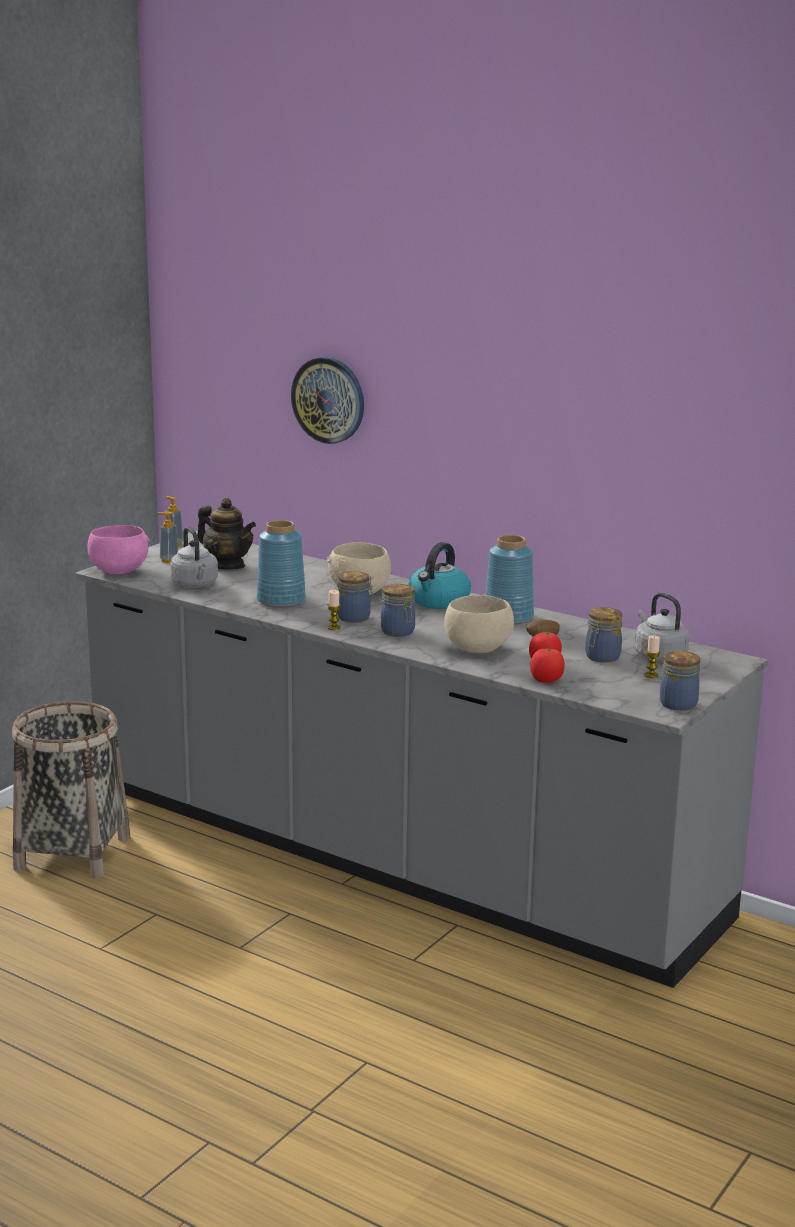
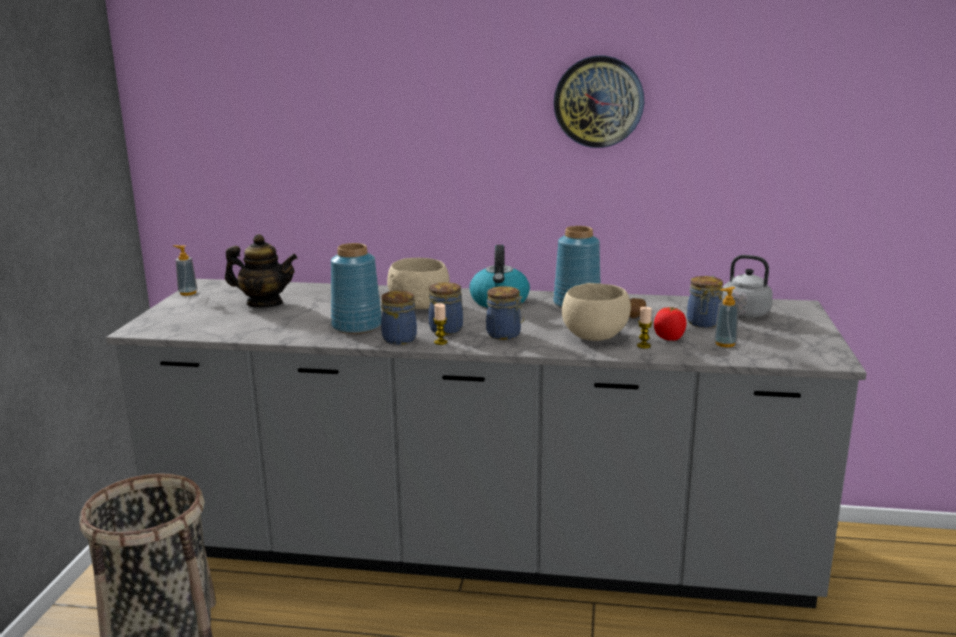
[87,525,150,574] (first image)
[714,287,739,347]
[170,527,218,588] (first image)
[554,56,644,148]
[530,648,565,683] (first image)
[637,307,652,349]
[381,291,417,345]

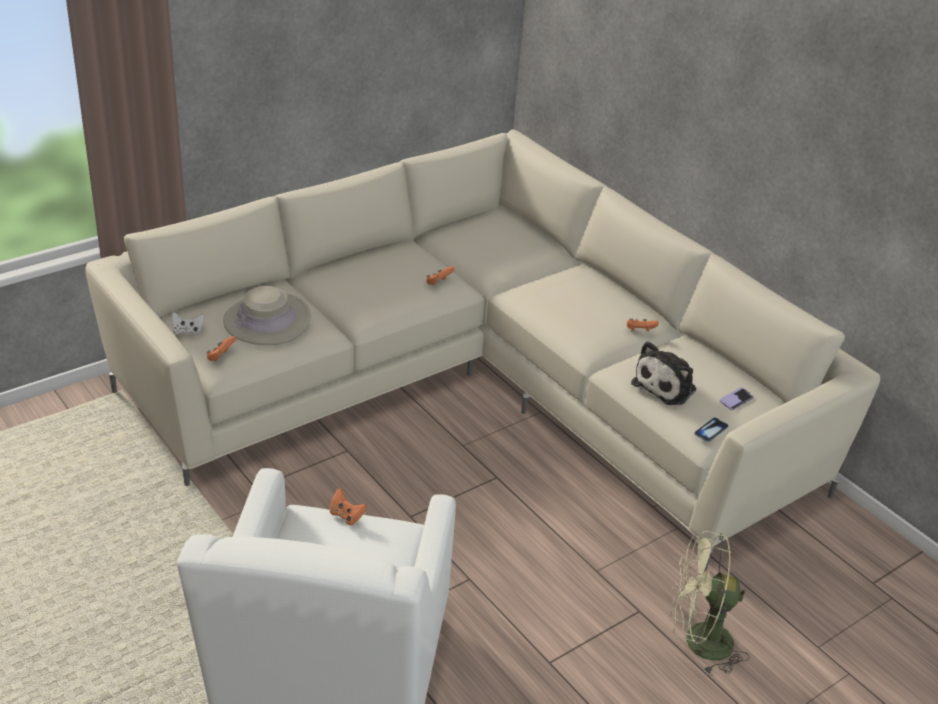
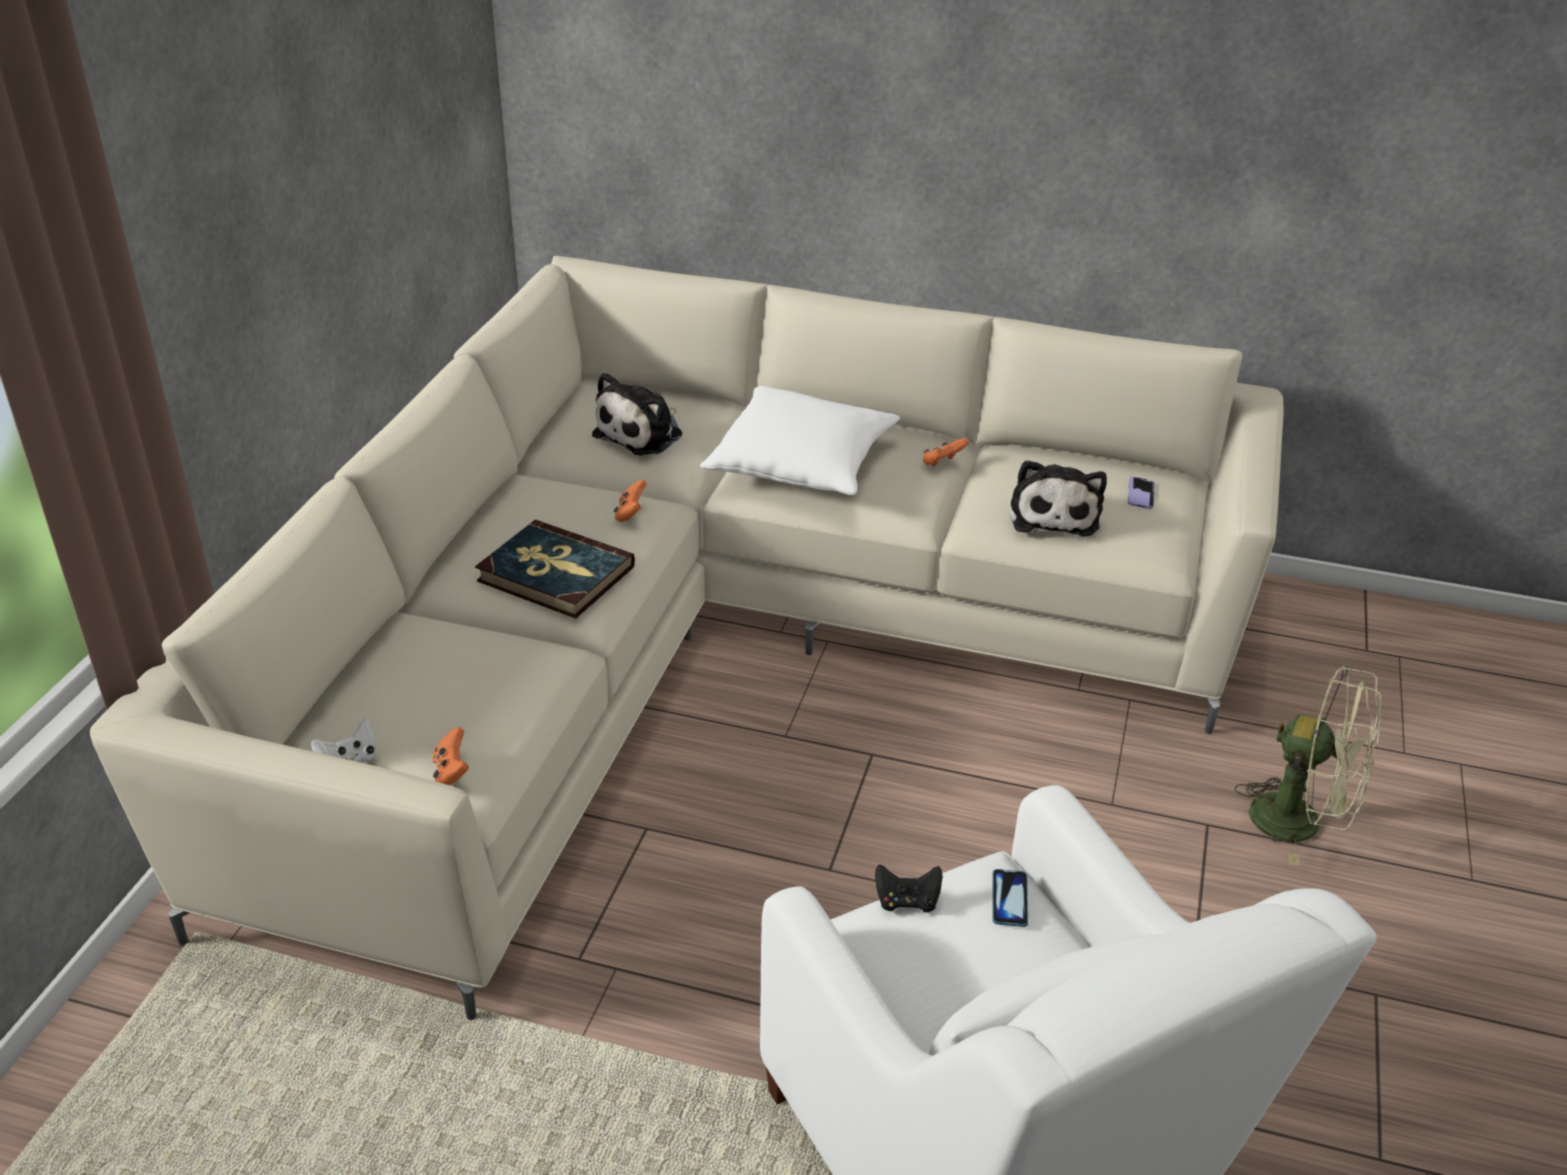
[223,286,311,345] (first image)
[875,864,943,912]
[1234,666,1381,865]
[992,869,1028,927]
[475,520,635,618]
[592,372,682,456]
[700,386,900,495]

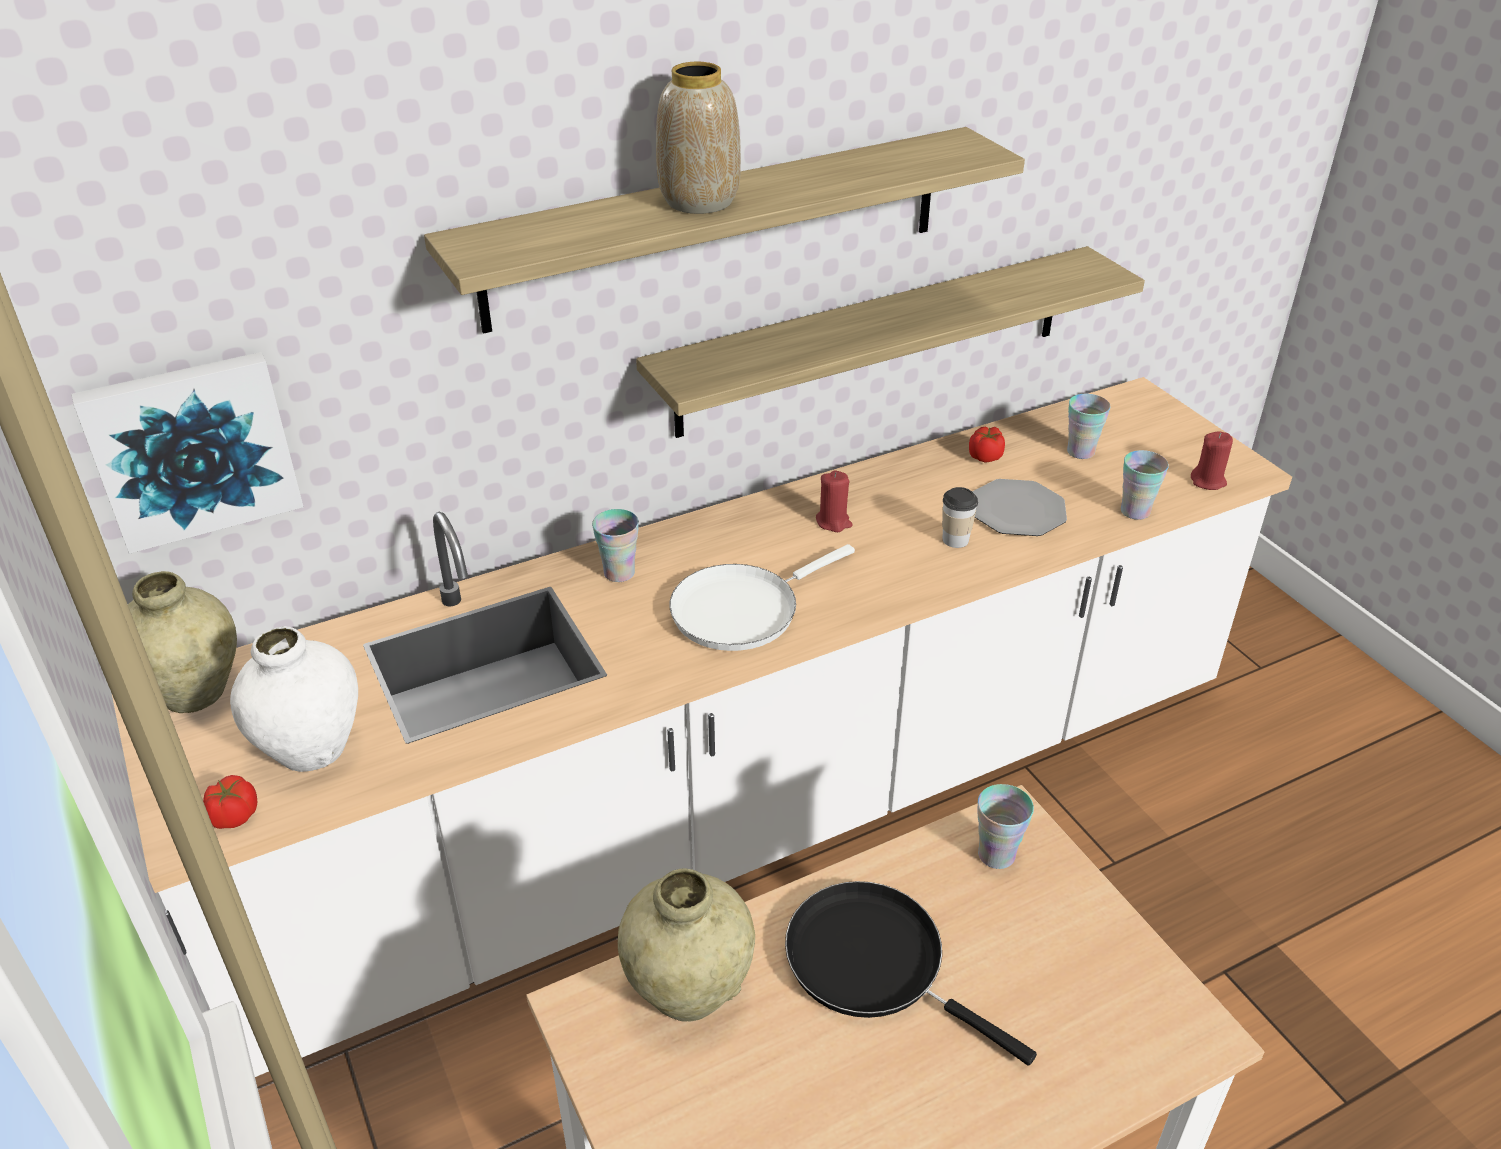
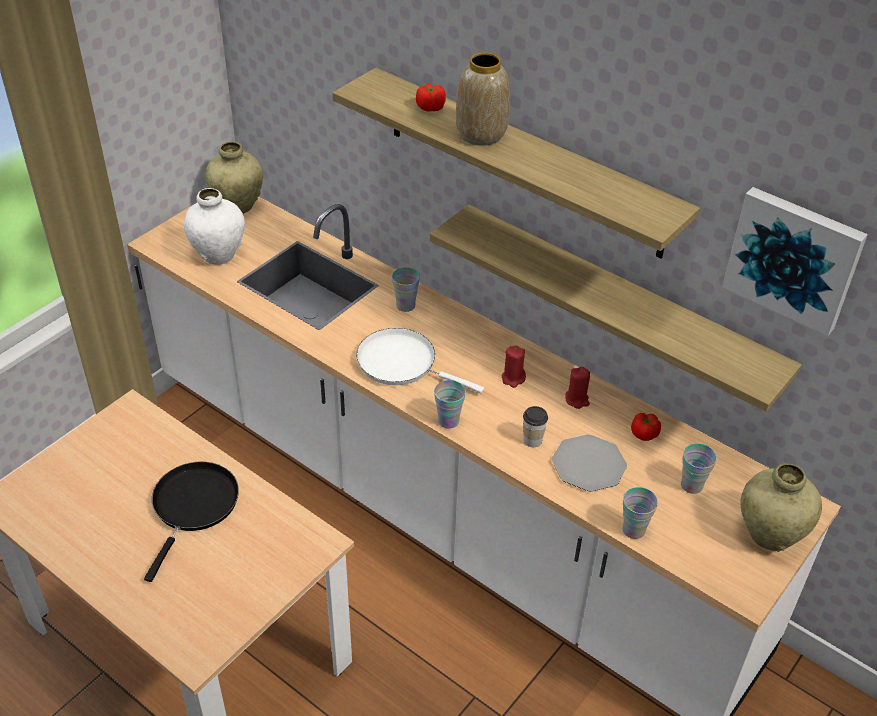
[722,187,868,336]
[416,83,446,111]
[740,464,822,552]
[434,380,466,429]
[565,367,590,409]

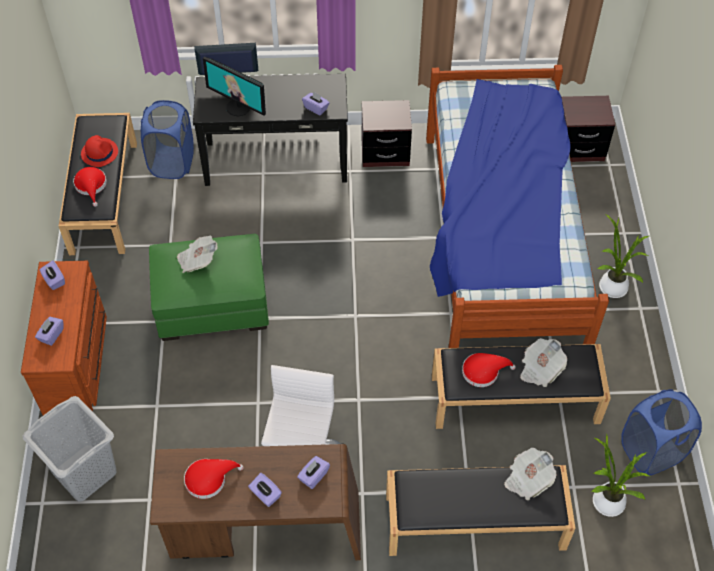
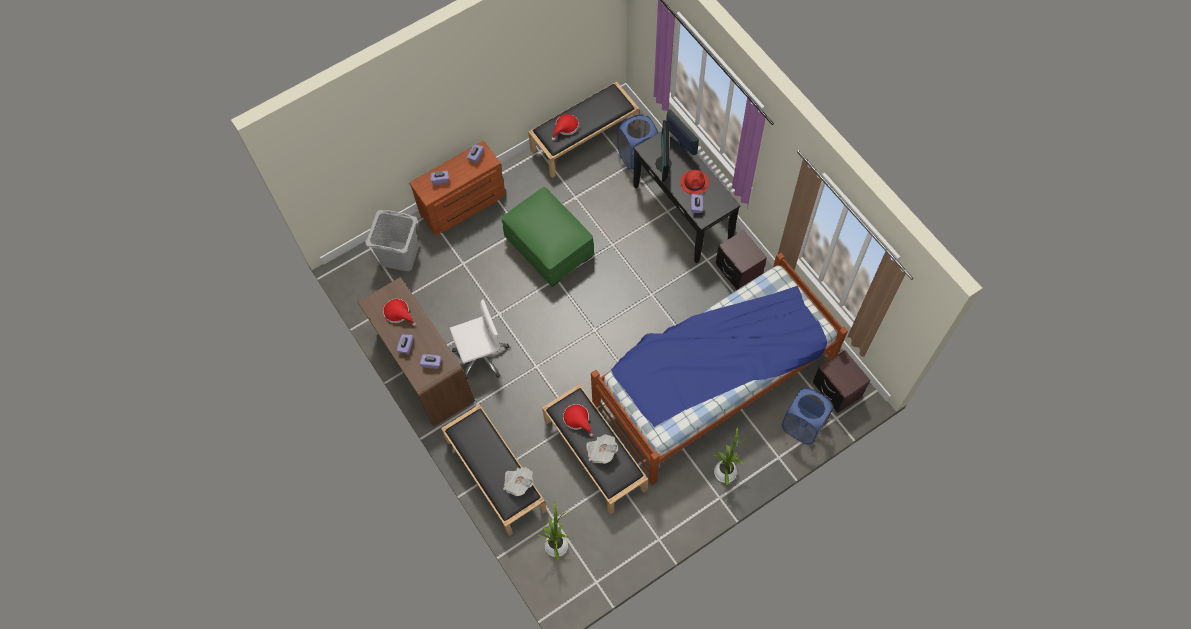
[680,169,709,195]
[177,236,218,273] (first image)
[782,388,834,445]

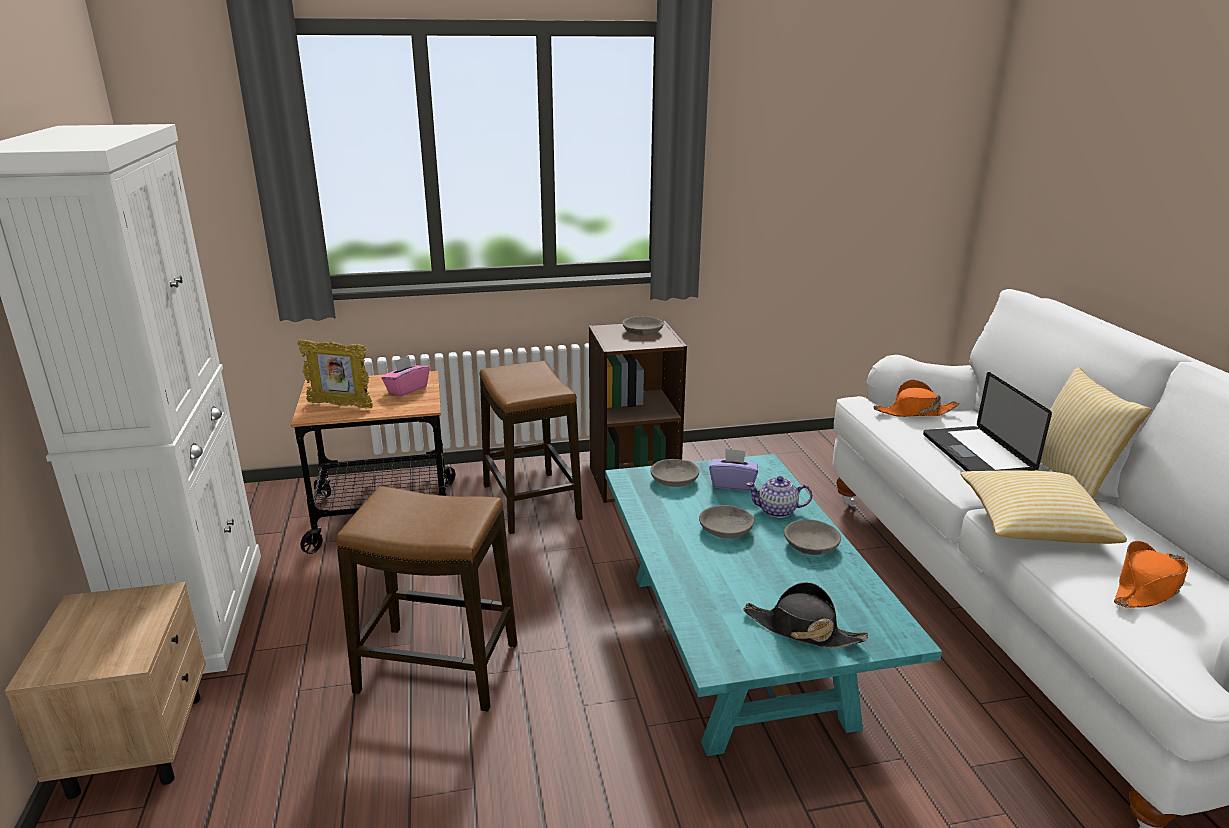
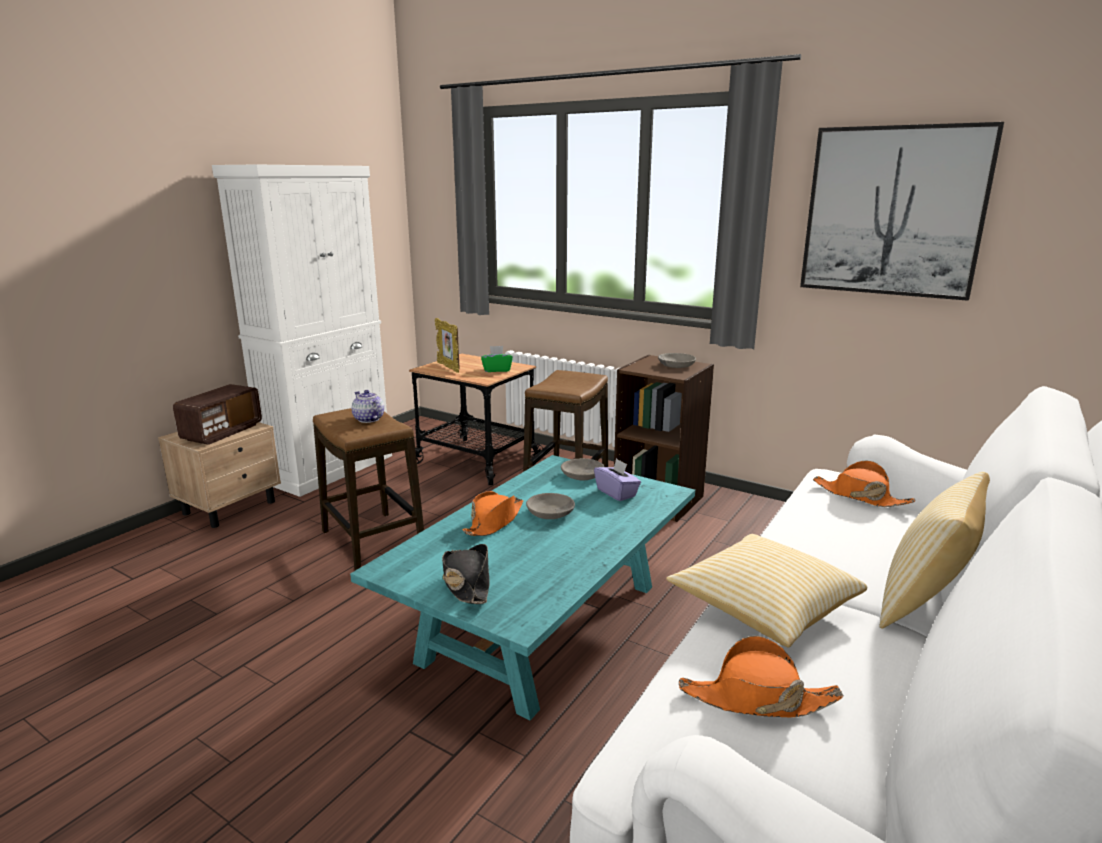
[481,346,513,372]
[352,390,384,423]
[784,519,841,555] (first image)
[923,372,1052,471] (first image)
[173,384,262,445]
[463,491,523,536]
[800,122,1004,301]

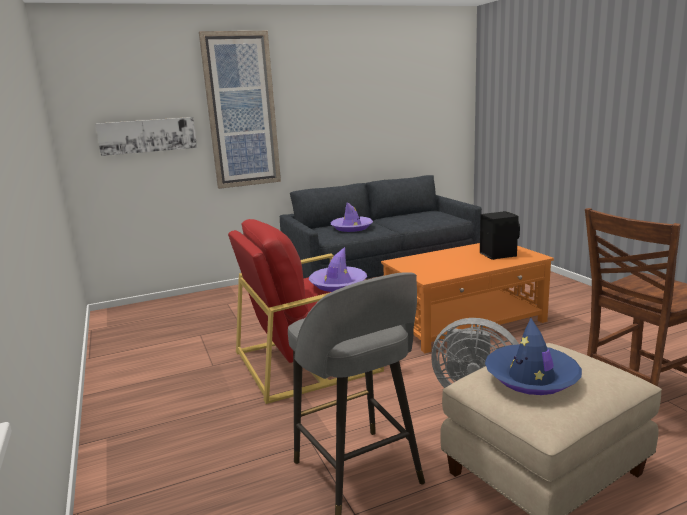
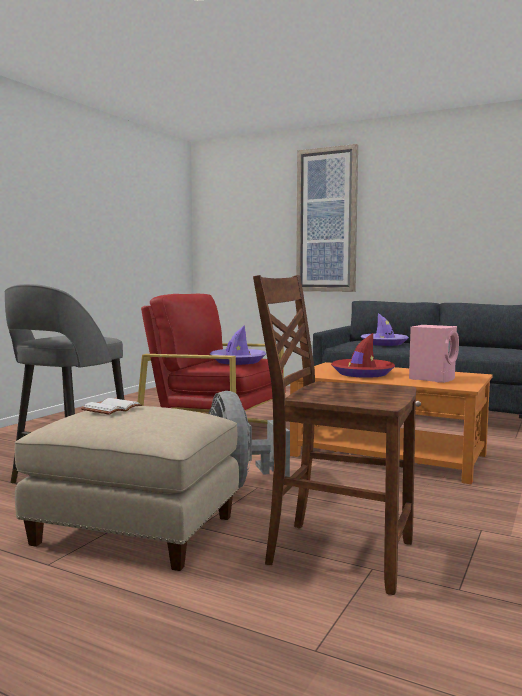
[95,117,197,156] (first image)
[409,325,459,383]
[81,398,142,415]
[331,333,395,378]

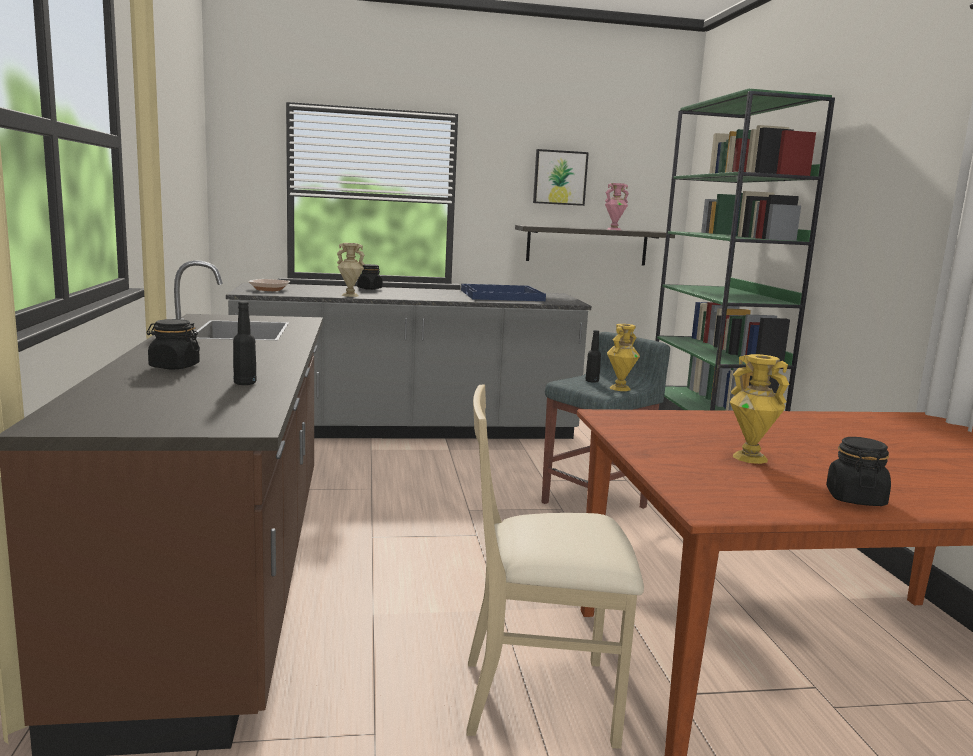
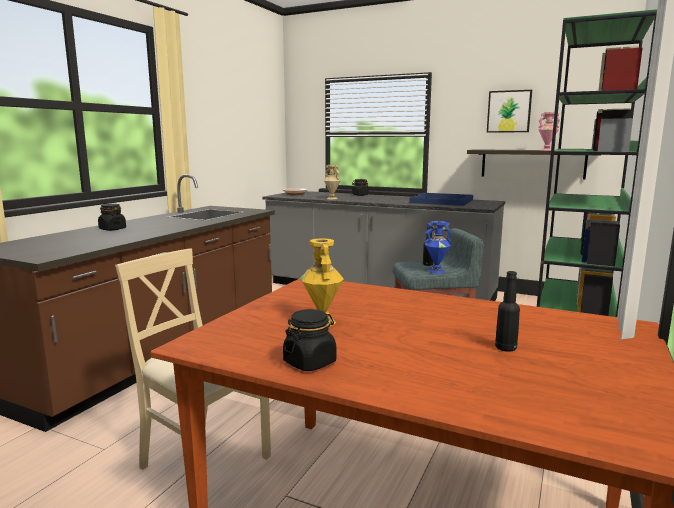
[495,271,520,352]
[425,221,451,274]

